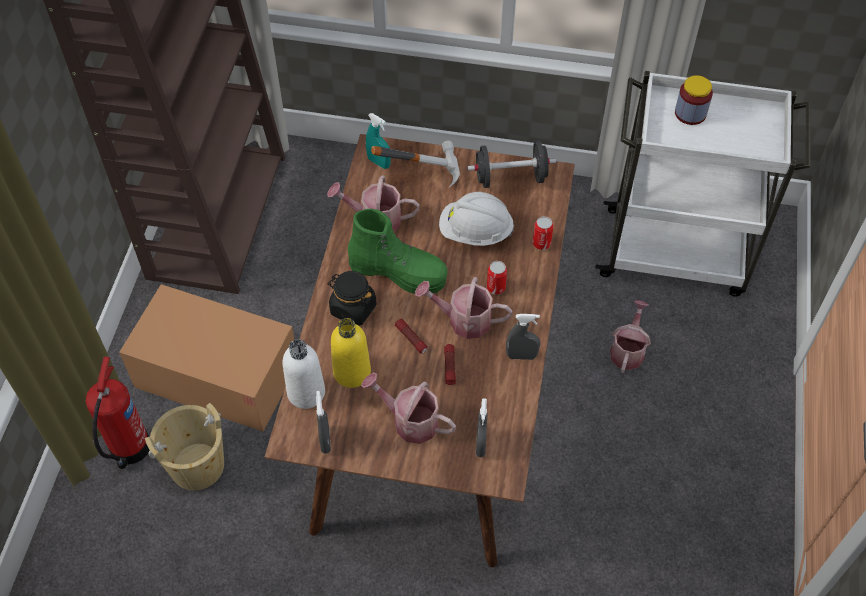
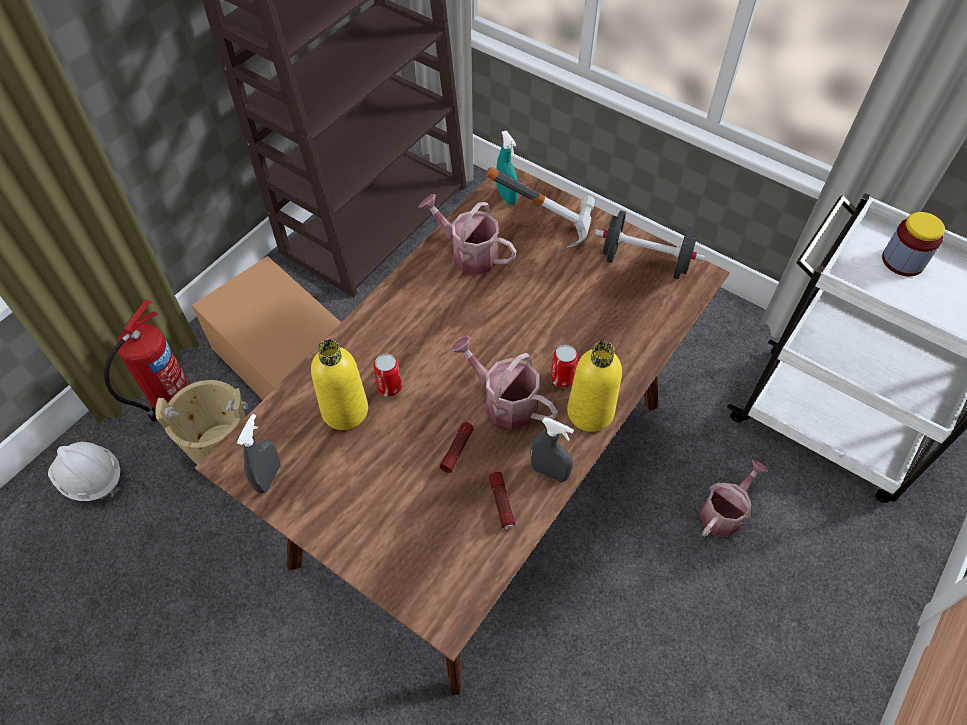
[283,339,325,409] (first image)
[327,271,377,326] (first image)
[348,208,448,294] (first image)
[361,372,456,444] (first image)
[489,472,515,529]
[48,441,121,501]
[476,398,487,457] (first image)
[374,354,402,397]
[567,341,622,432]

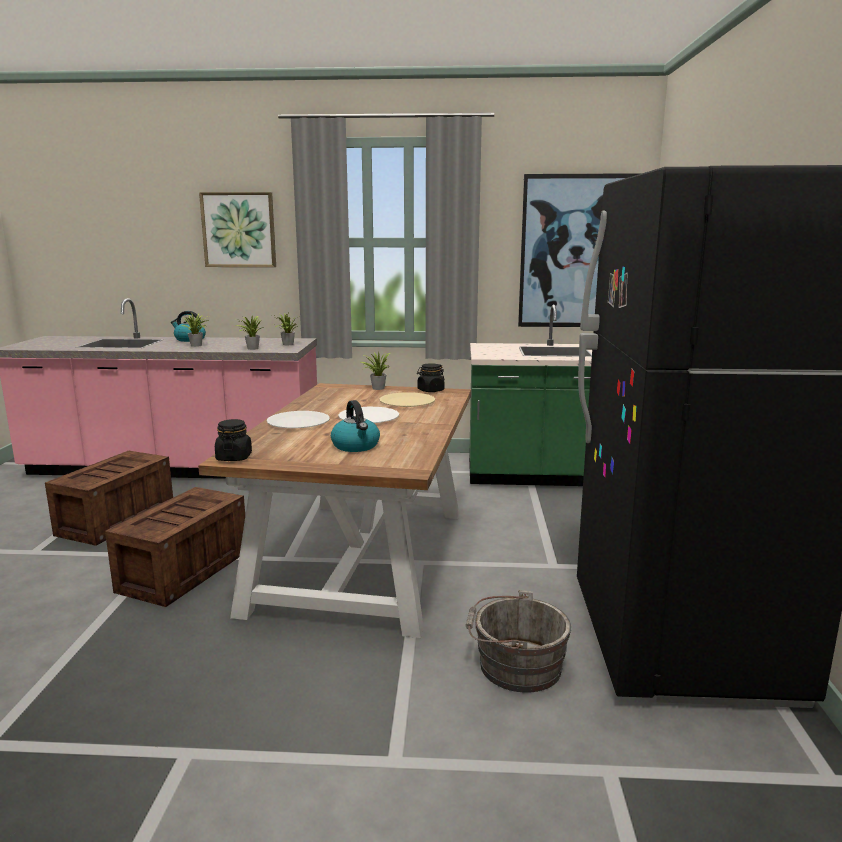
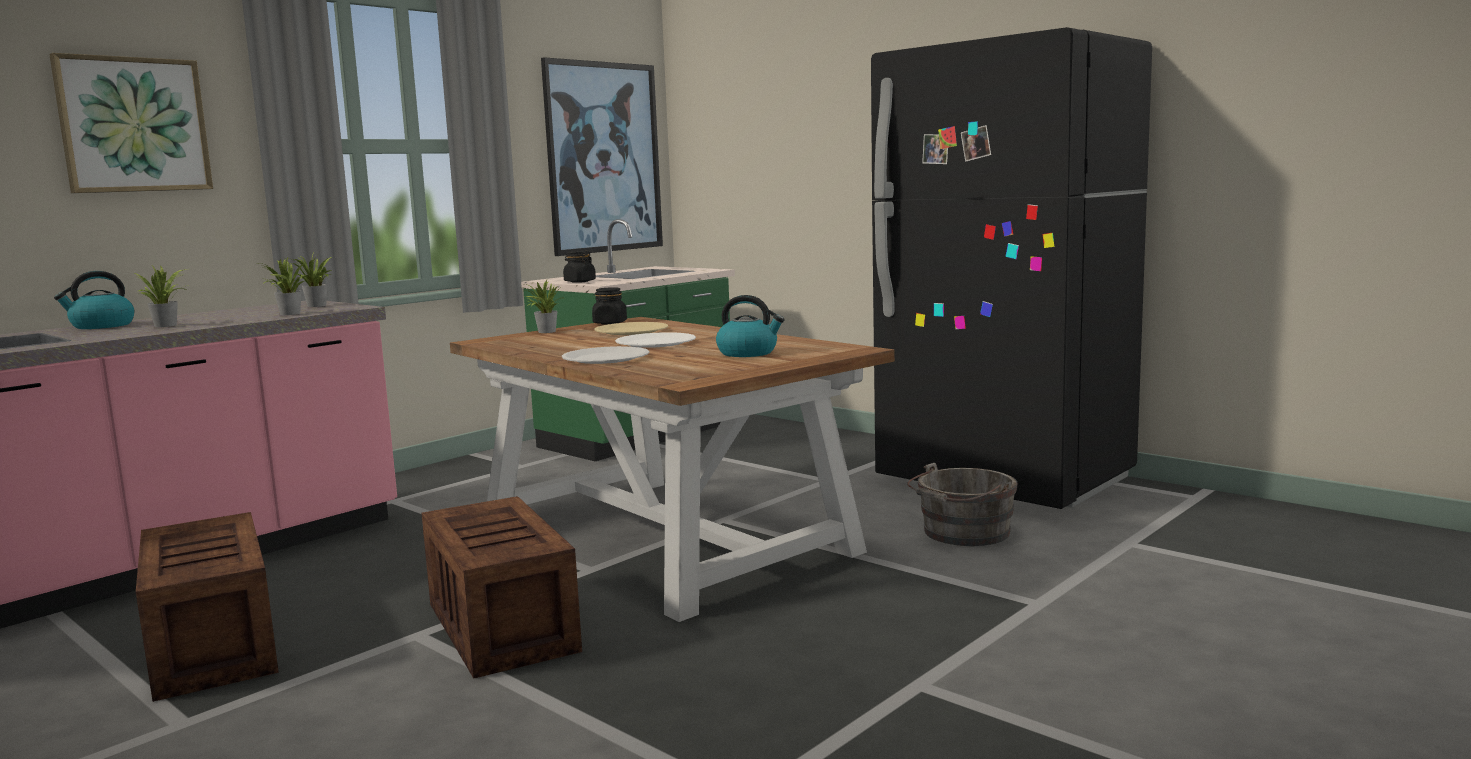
[563,250,596,283]

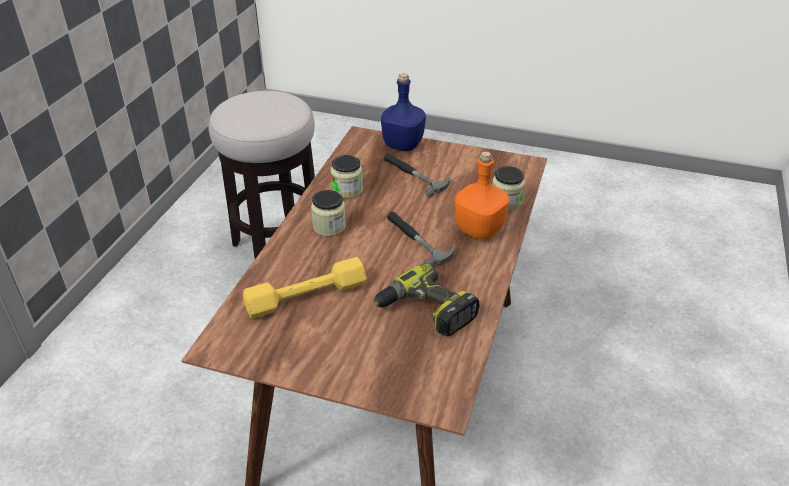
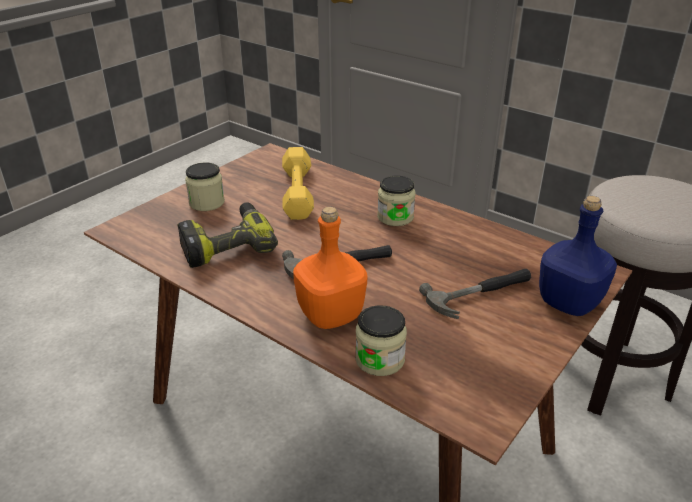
[185,162,225,211]

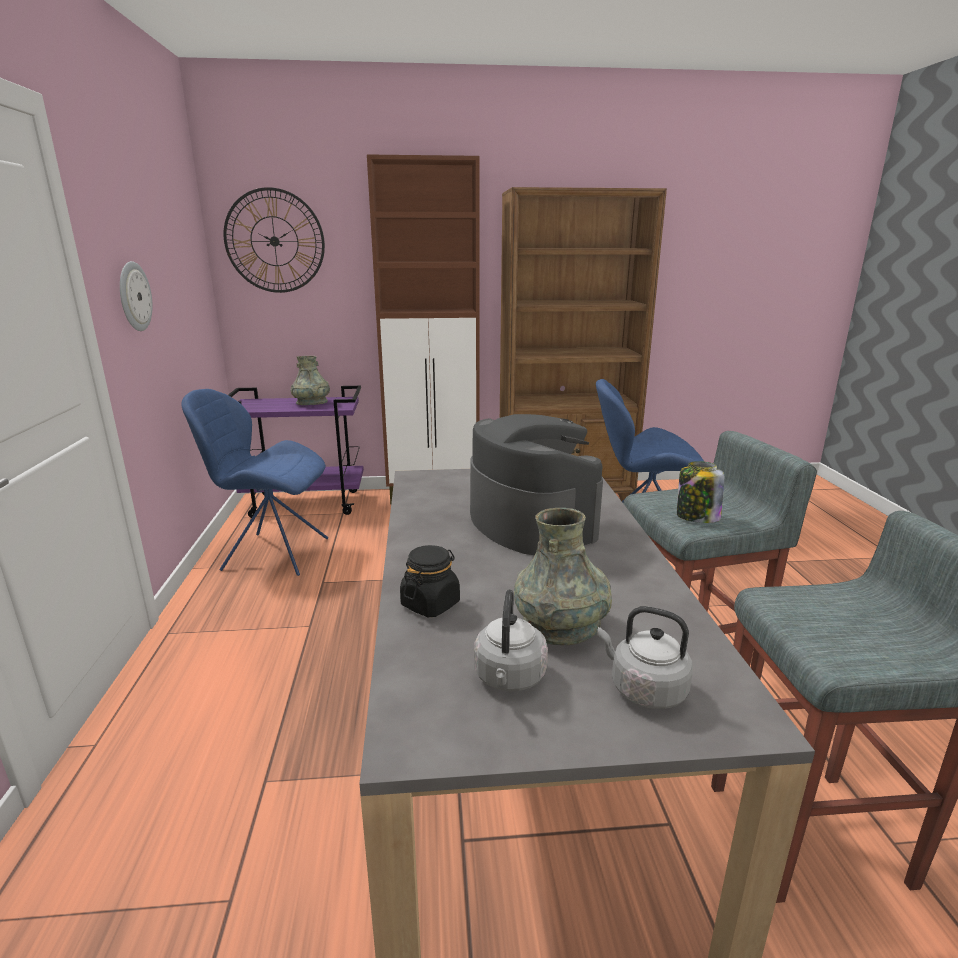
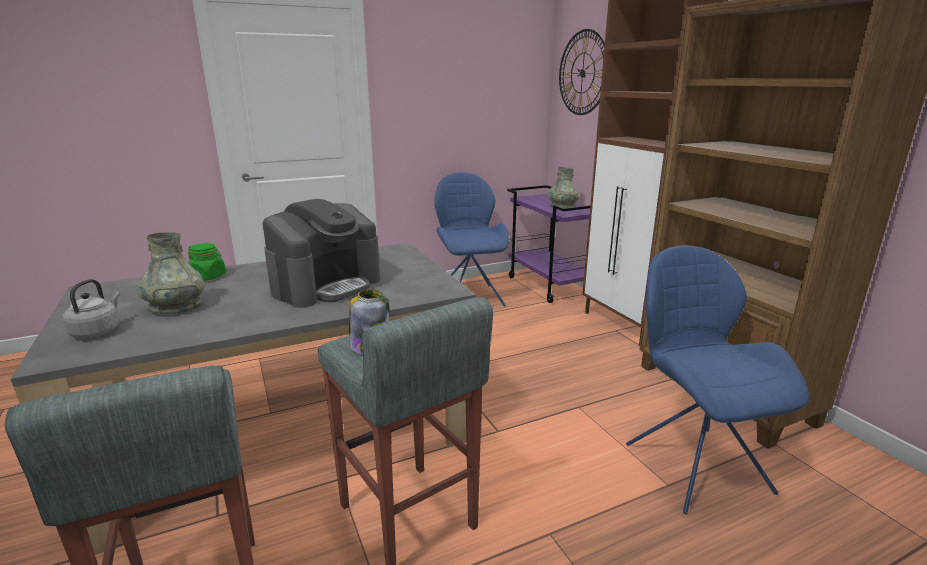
[120,261,153,331] (first image)
[188,243,226,280]
[474,590,548,691] (first image)

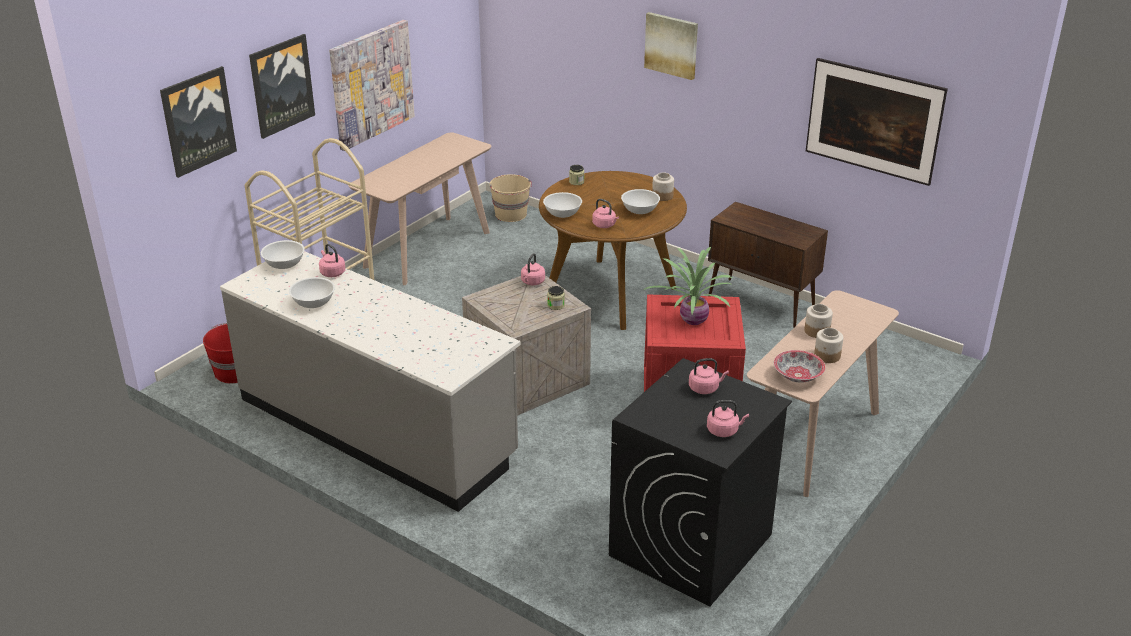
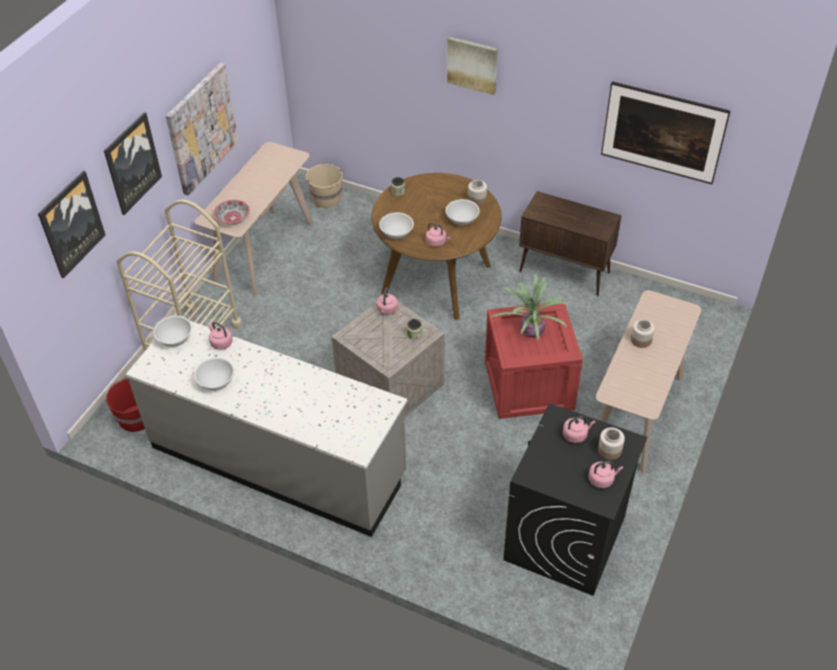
[214,200,250,225]
[598,427,625,460]

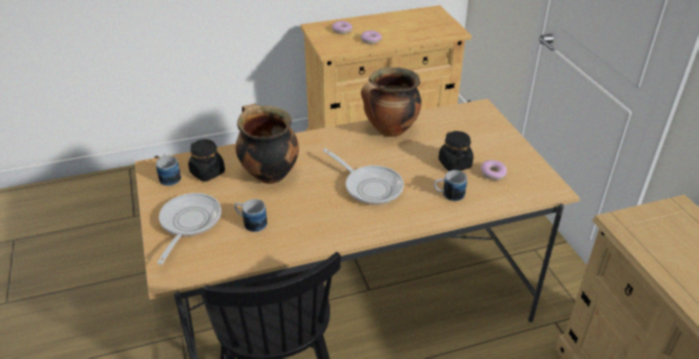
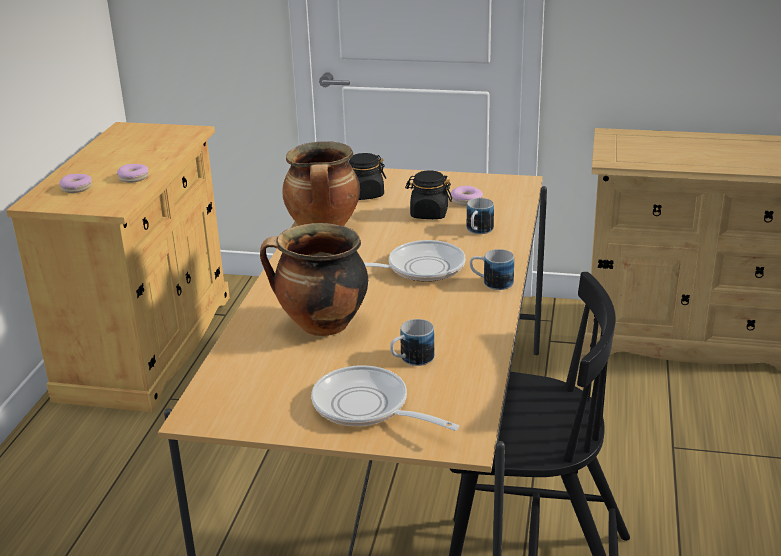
[470,249,514,290]
[349,153,386,200]

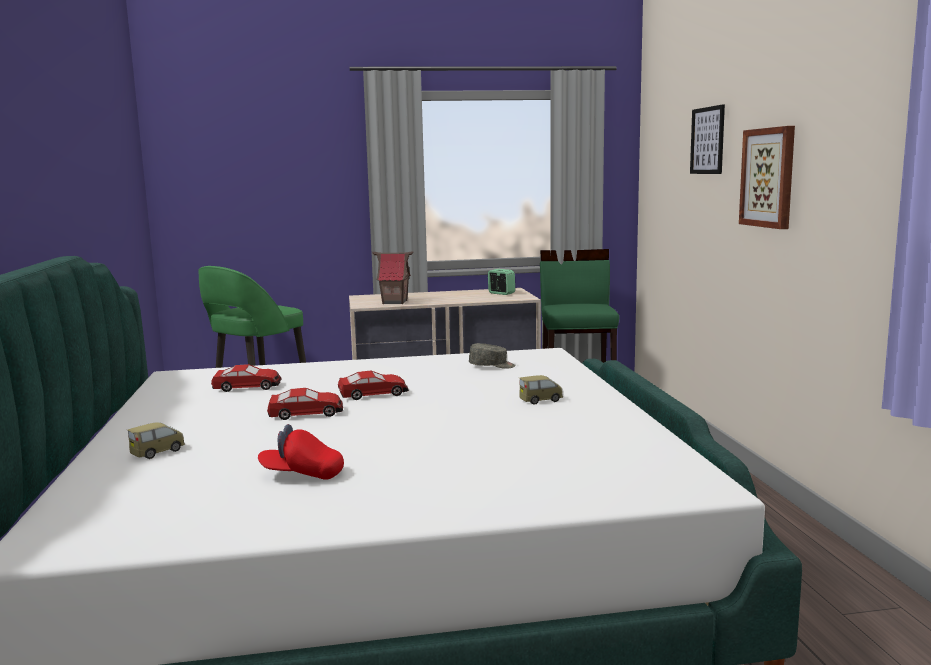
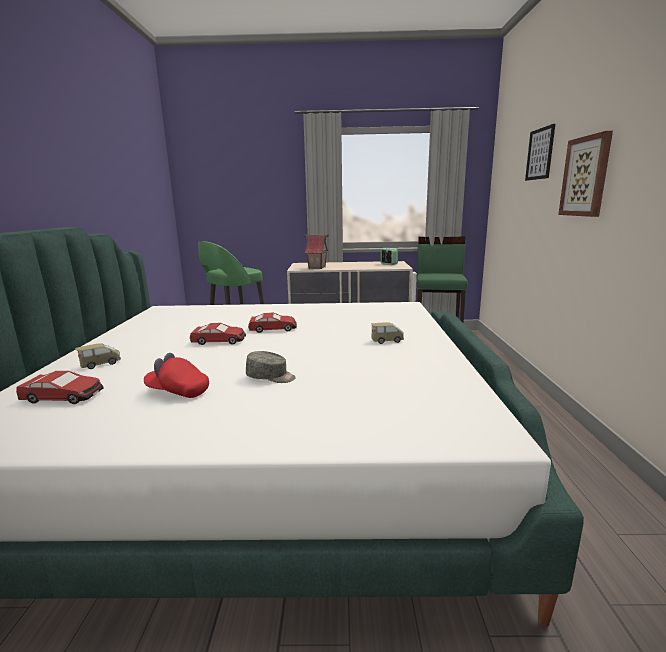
[16,371,103,404]
[246,351,296,383]

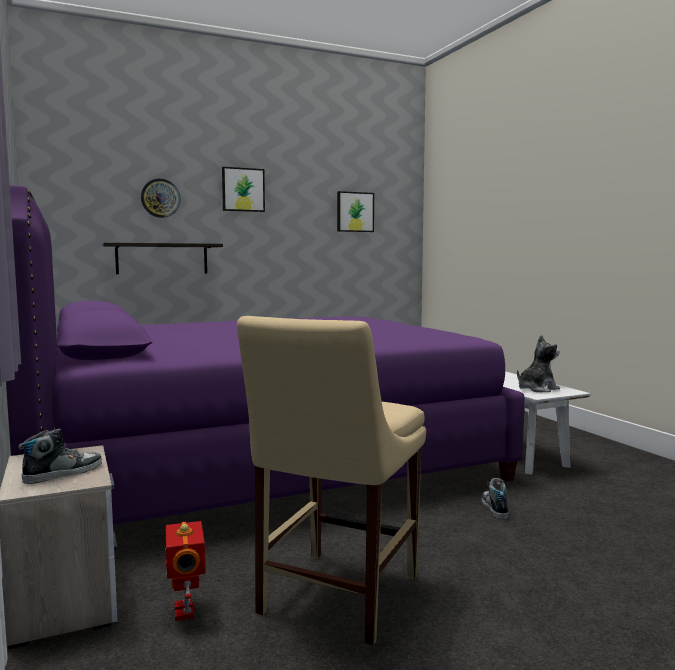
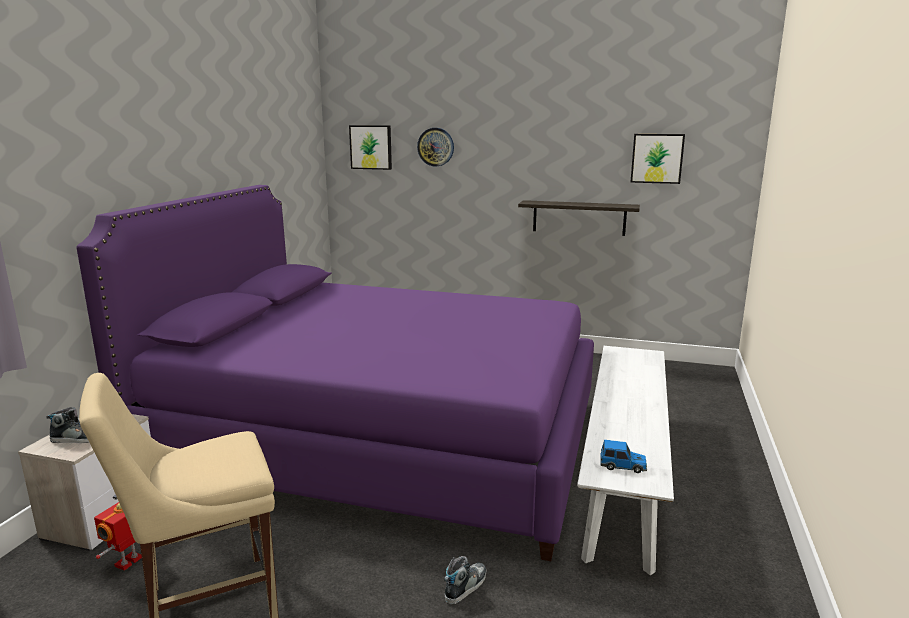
[518,200,640,236]
[349,125,392,170]
[601,440,647,473]

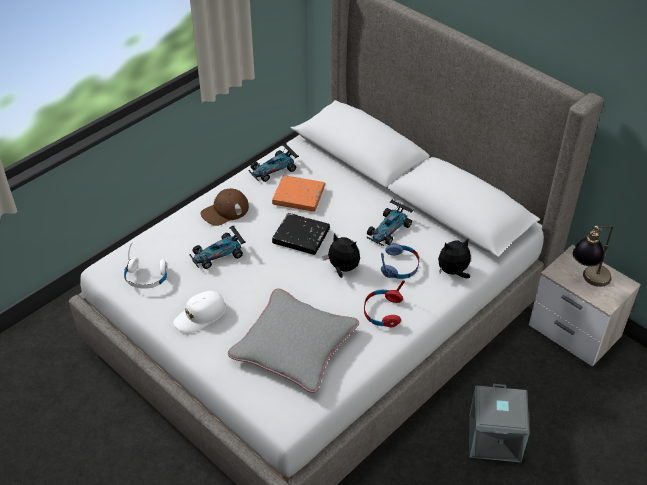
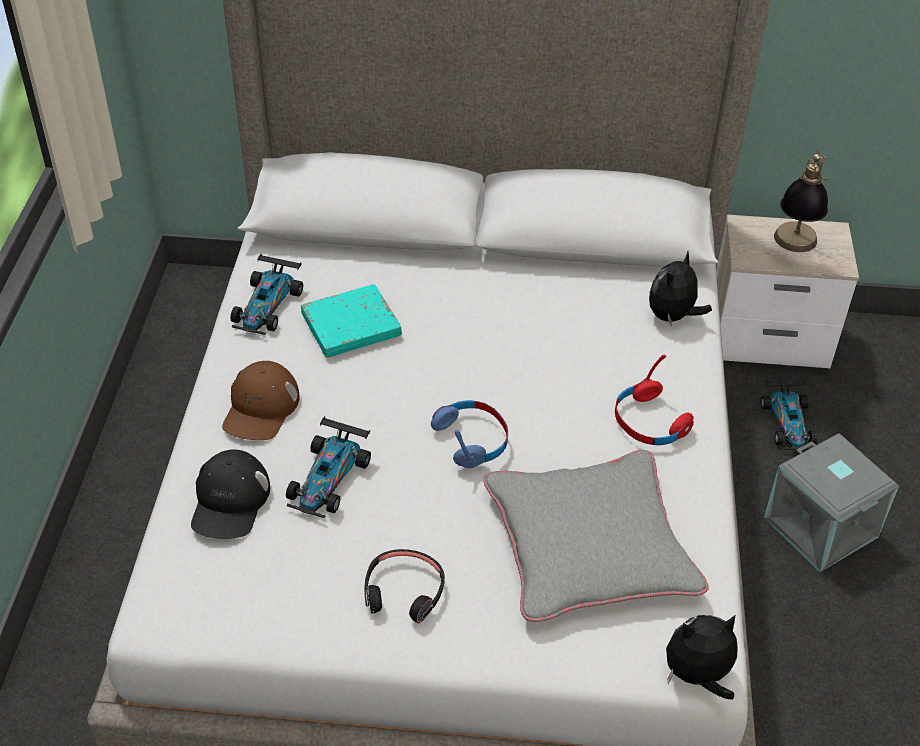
[124,242,167,289] (first image)
[364,549,445,623]
[301,284,402,357]
[272,213,330,255] (first image)
[666,615,738,700]
[761,379,817,450]
[431,400,508,468]
[191,449,270,539]

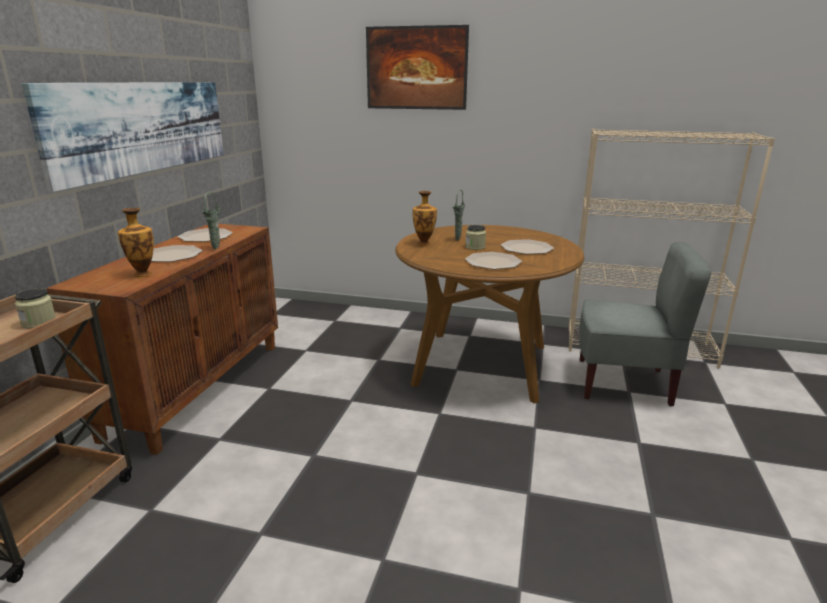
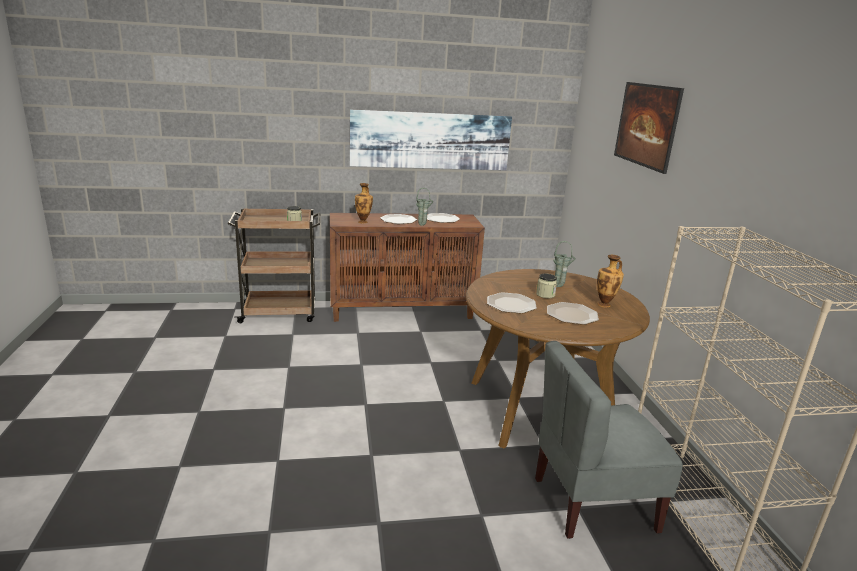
[597,255,624,308]
[535,341,683,539]

